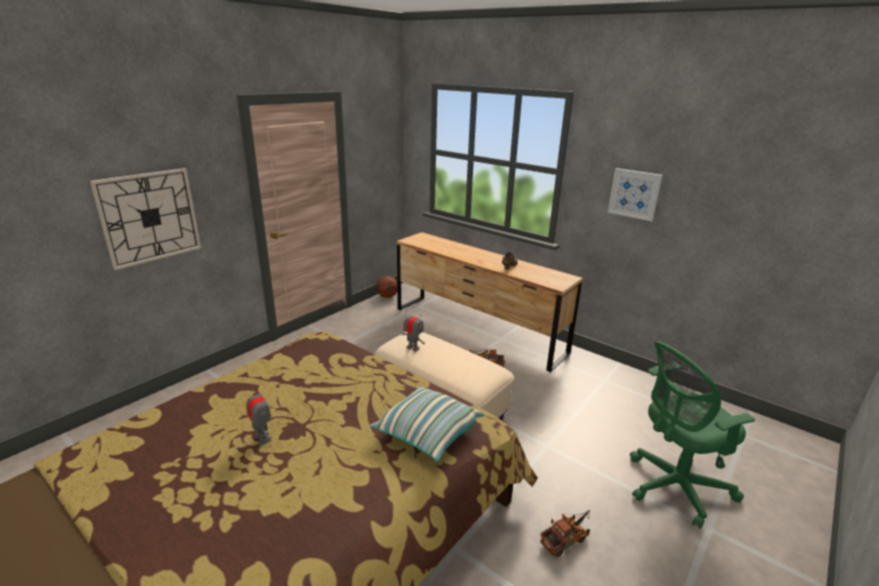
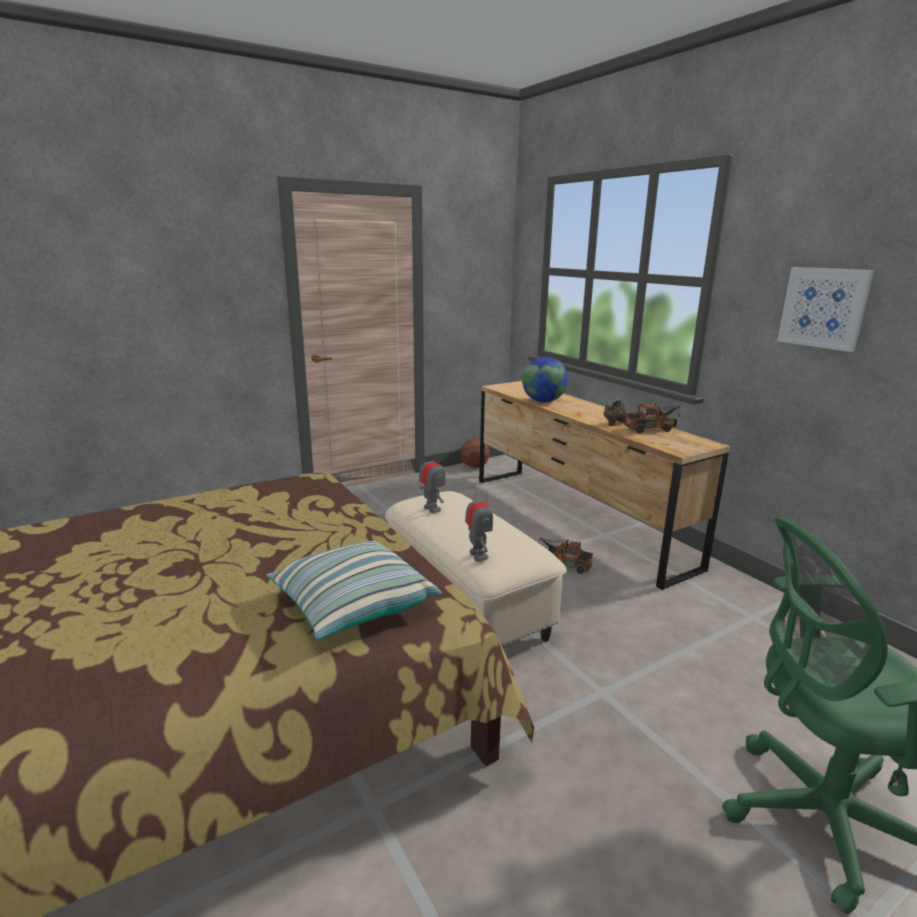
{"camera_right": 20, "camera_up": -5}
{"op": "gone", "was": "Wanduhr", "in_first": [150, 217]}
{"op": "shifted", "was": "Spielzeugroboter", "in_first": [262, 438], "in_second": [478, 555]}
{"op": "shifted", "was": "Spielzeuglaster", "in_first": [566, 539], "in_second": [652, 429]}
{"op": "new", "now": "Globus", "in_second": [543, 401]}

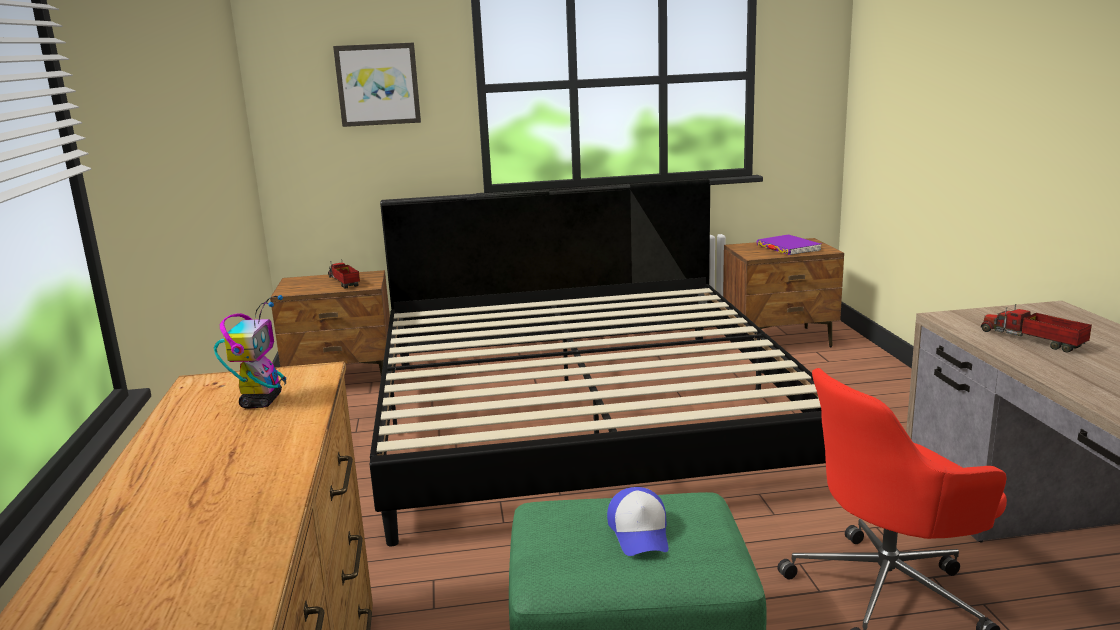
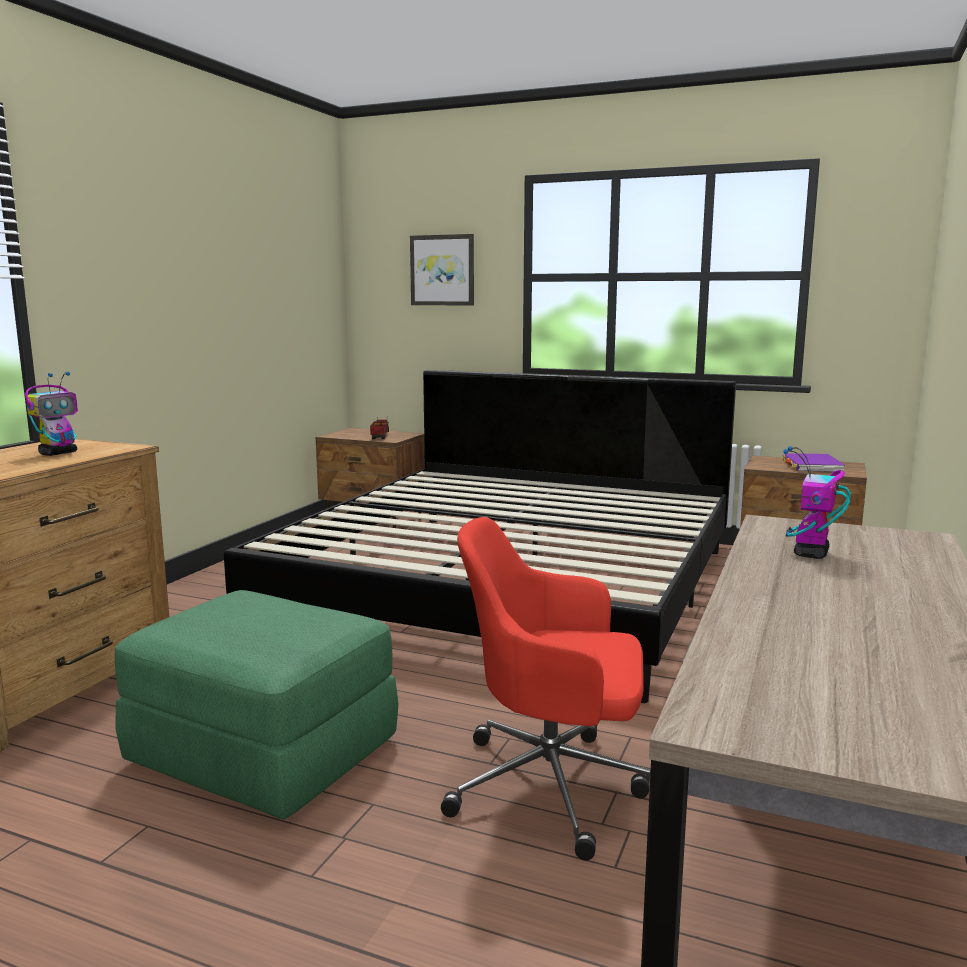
{"camera_right": 30, "camera_up": -5}
{"op": "swapped", "was": "Spielzeuglaster", "now": "Spielzeugroboter", "in_first": [1034, 340], "in_second": [811, 554]}
{"op": "gone", "was": "Kappe", "in_first": [640, 533]}

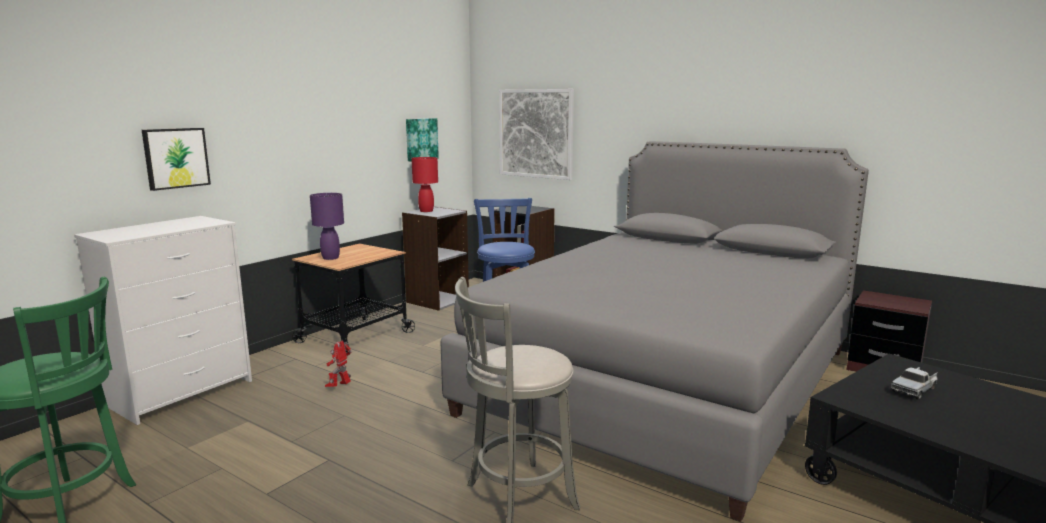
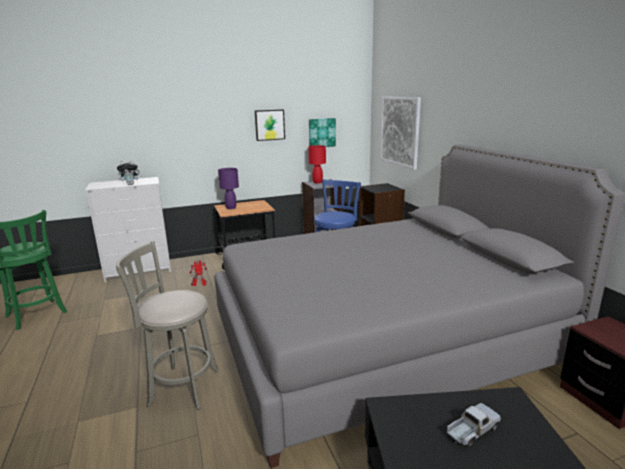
{"camera_right": 35, "camera_up": 5}
{"op": "shifted", "was": "Bild", "in_first": [176, 158], "in_second": [269, 125]}
{"op": "rotated", "was": "Spielzeuglaster", "in_first": [914, 389], "in_second": [471, 430], "clockwise": 150}
{"op": "new", "now": "Plüschtier", "in_second": [131, 184]}

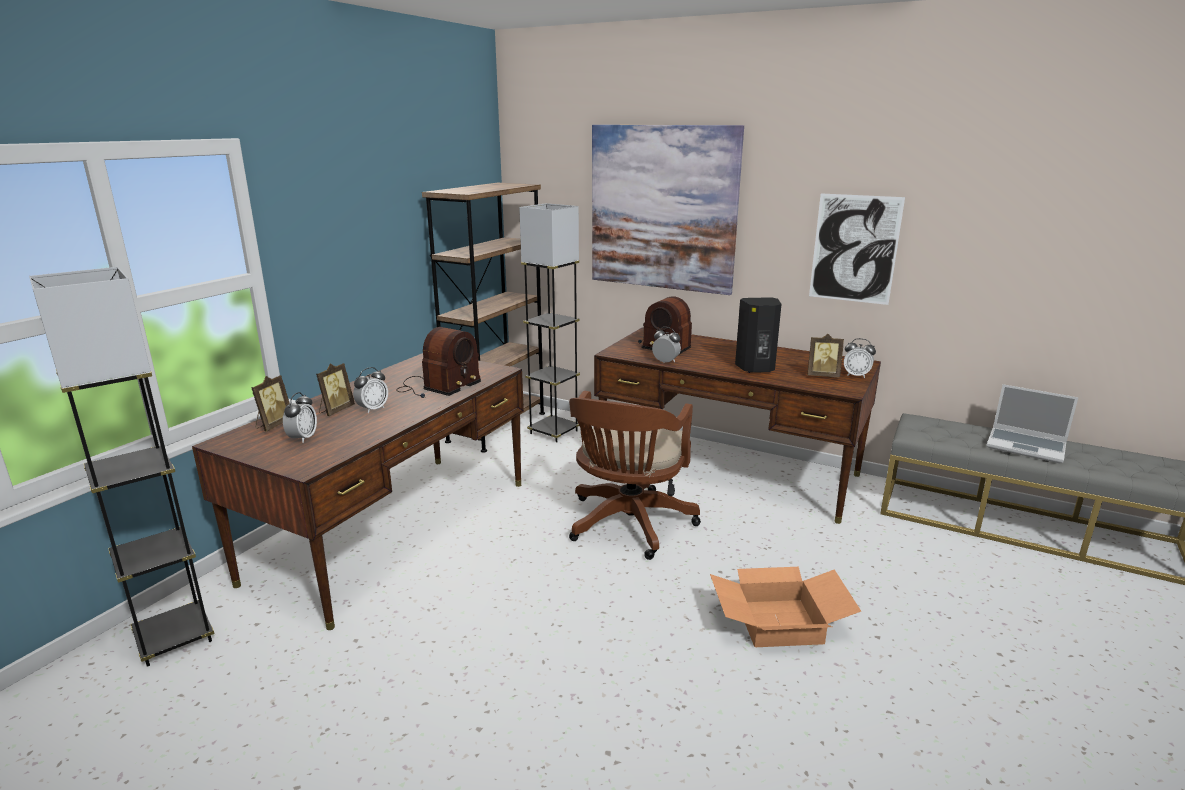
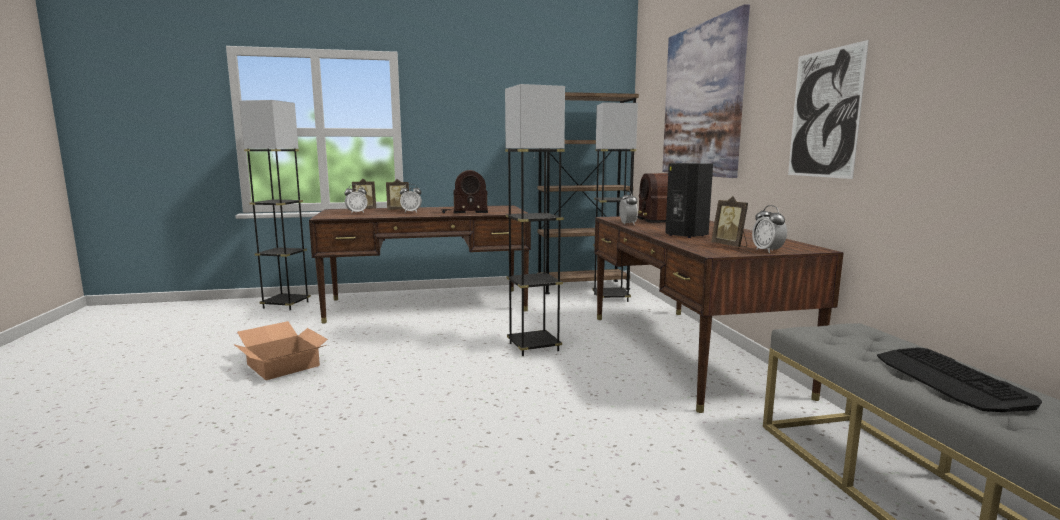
{"camera_right": 50, "camera_up": -10}
{"op": "swapped", "was": "Laptop", "now": "Tastatur", "in_first": [1027, 446], "in_second": [950, 380]}
{"op": "swapped", "was": "Bürostuhl [braun]", "now": "Stehlampe [grau]", "in_first": [628, 526], "in_second": [533, 347]}
{"op": "shifted", "was": "Karton", "in_first": [778, 623], "in_second": [282, 365]}

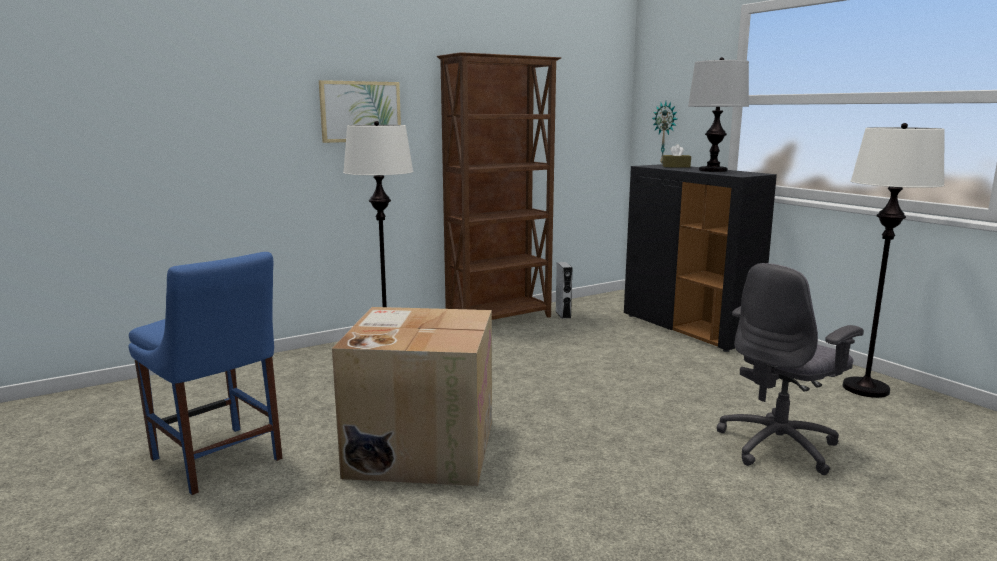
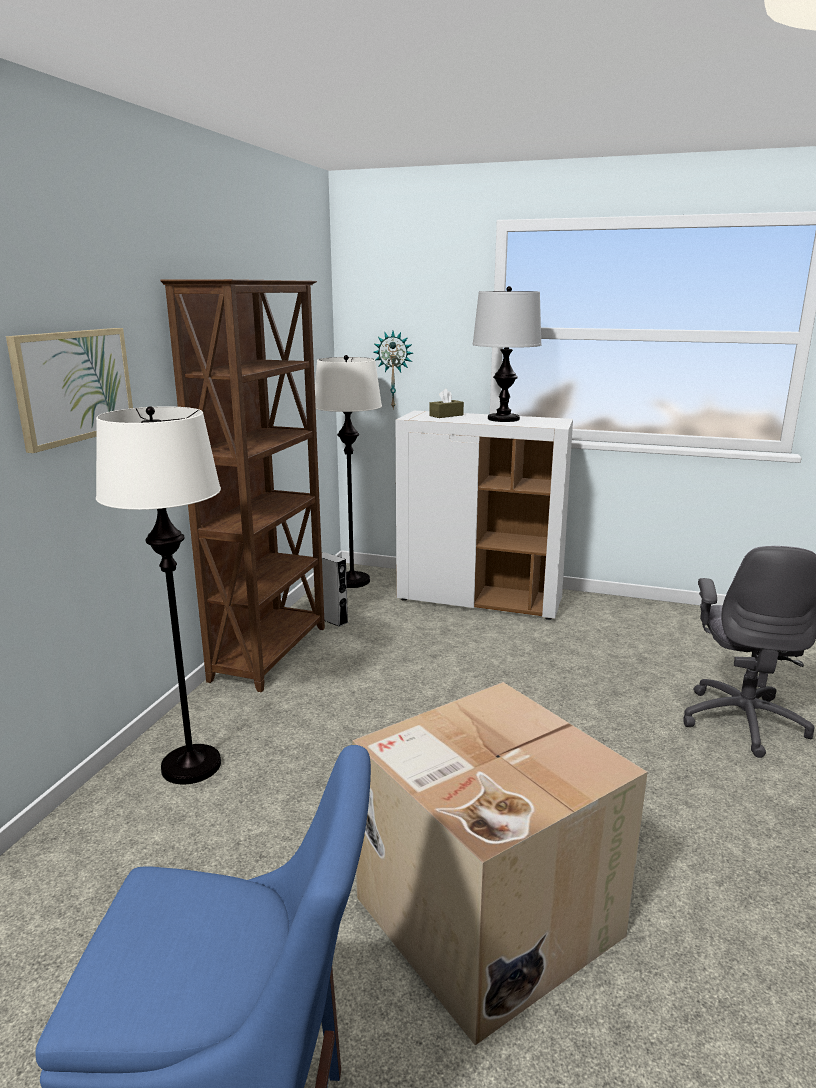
{"camera_right": -40, "camera_up": 5}
{"op": "shifted", "was": "Stehlampe [weiß]", "in_first": [866, 389], "in_second": [352, 581]}
{"op": "repainted", "was": "Schrank [schwarz]", "now": "Schrank [weiß]", "in_first": [688, 329], "in_second": [480, 600]}

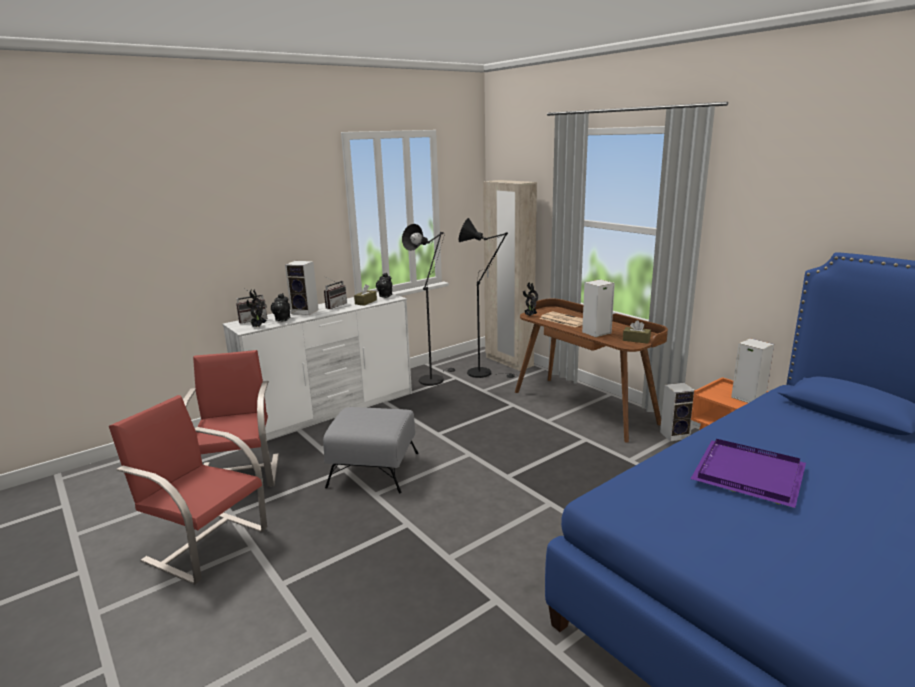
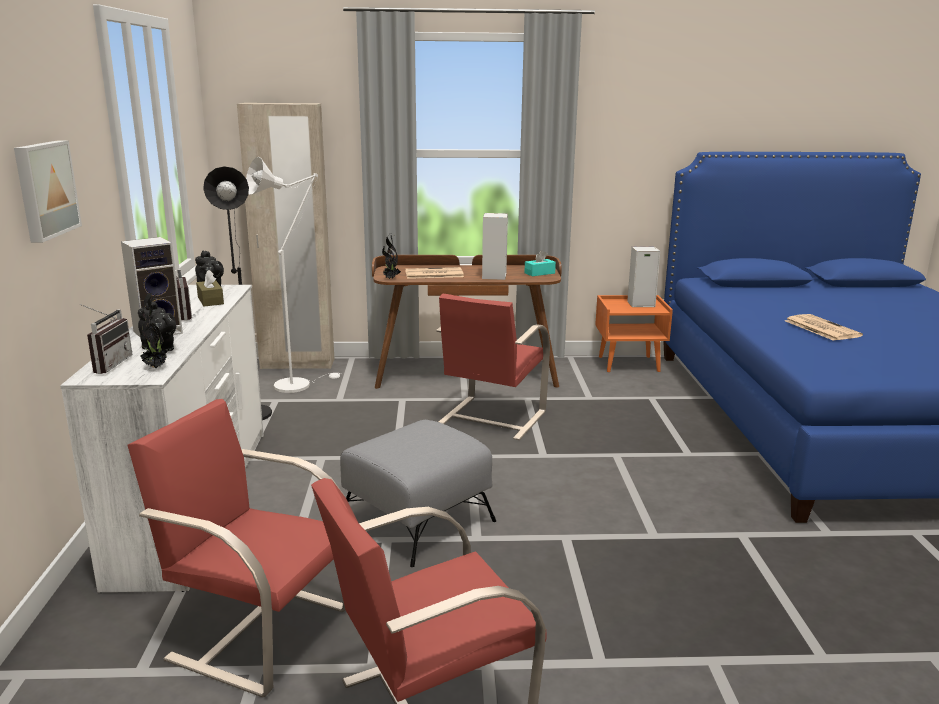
{"camera_right": -55, "camera_up": 0}
{"op": "repainted", "was": "Stehlampe [schwarz]", "now": "Stehlampe [weiß]", "in_first": [484, 373], "in_second": [298, 384]}
{"op": "repainted", "was": "Taschentuchbox [braun]", "now": "Taschentuchbox [türkis]", "in_first": [636, 340], "in_second": [539, 273]}
{"op": "gone", "was": "Lautsprecher", "in_first": [675, 435]}
{"op": "swapped", "was": "Tablett [lila]", "now": "Zeitung", "in_first": [747, 473], "in_second": [820, 328]}
{"op": "new", "now": "Bild", "in_second": [44, 189]}
{"op": "new", "now": "Stuhl [rot]", "in_second": [491, 418]}

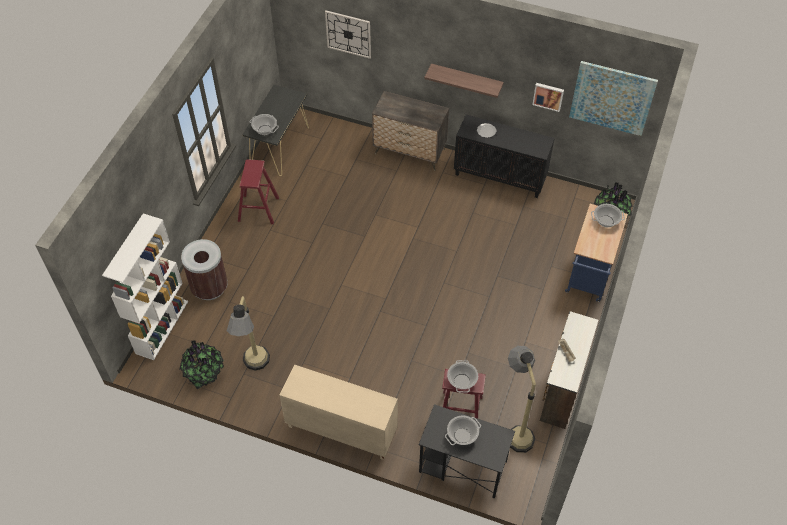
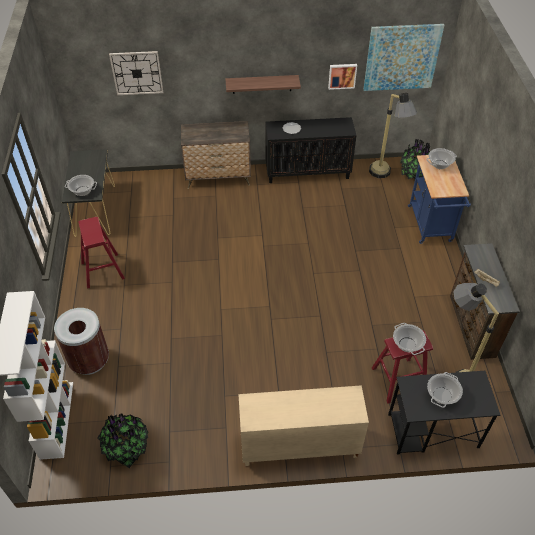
{"camera_right": -25, "camera_up": -5}
{"op": "shifted", "was": "Stehlampe", "in_first": [255, 369], "in_second": [385, 177]}

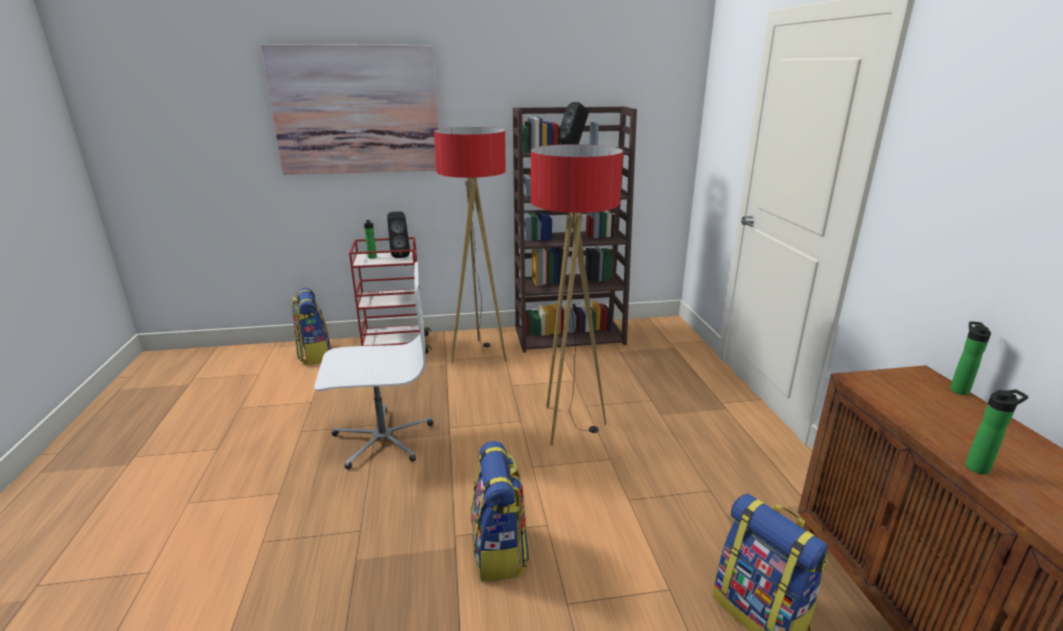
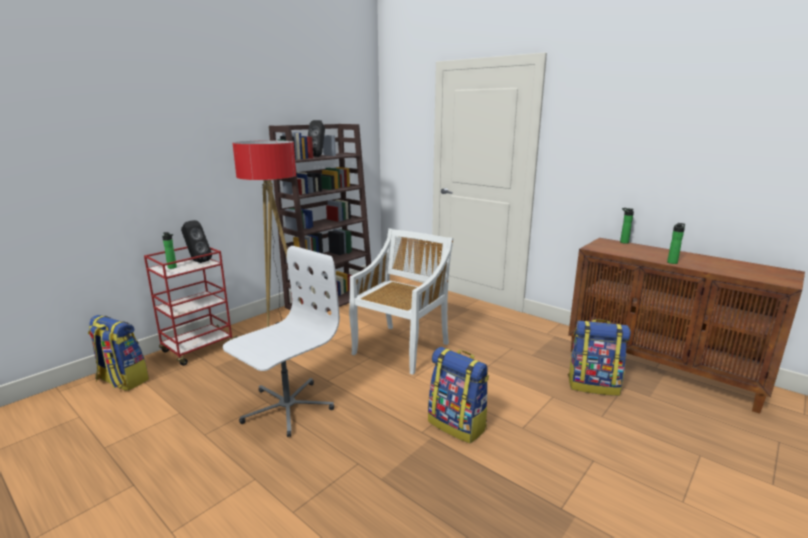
{"camera_right": -40, "camera_up": -5}
{"op": "gone", "was": "Bild", "in_first": [357, 110]}
{"op": "swapped", "was": "Stehlampe", "now": "Stuhl [weiß]", "in_first": [568, 425], "in_second": [401, 348]}

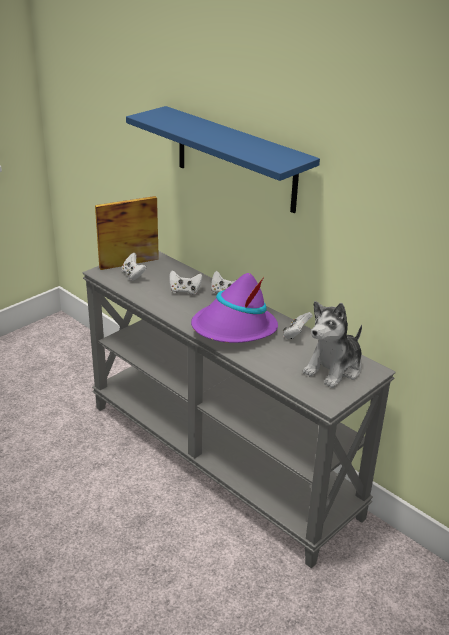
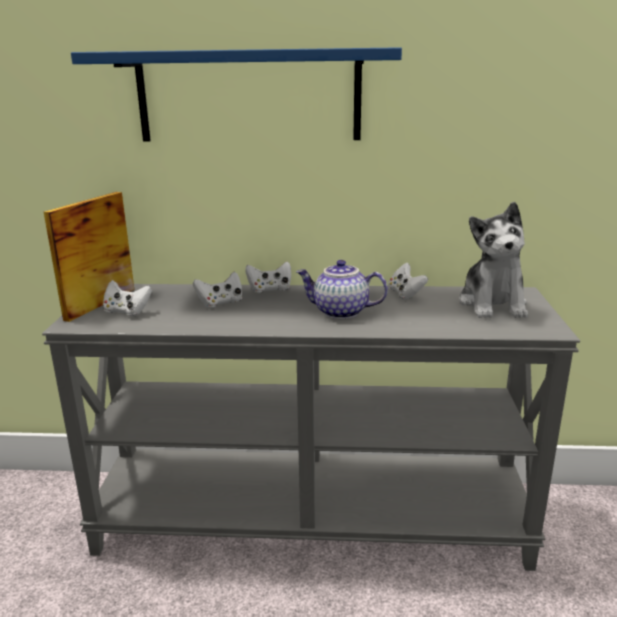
{"camera_right": -40, "camera_up": -10}
{"op": "swapped", "was": "Hut [lila]", "now": "Teekanne", "in_first": [234, 329], "in_second": [340, 312]}

